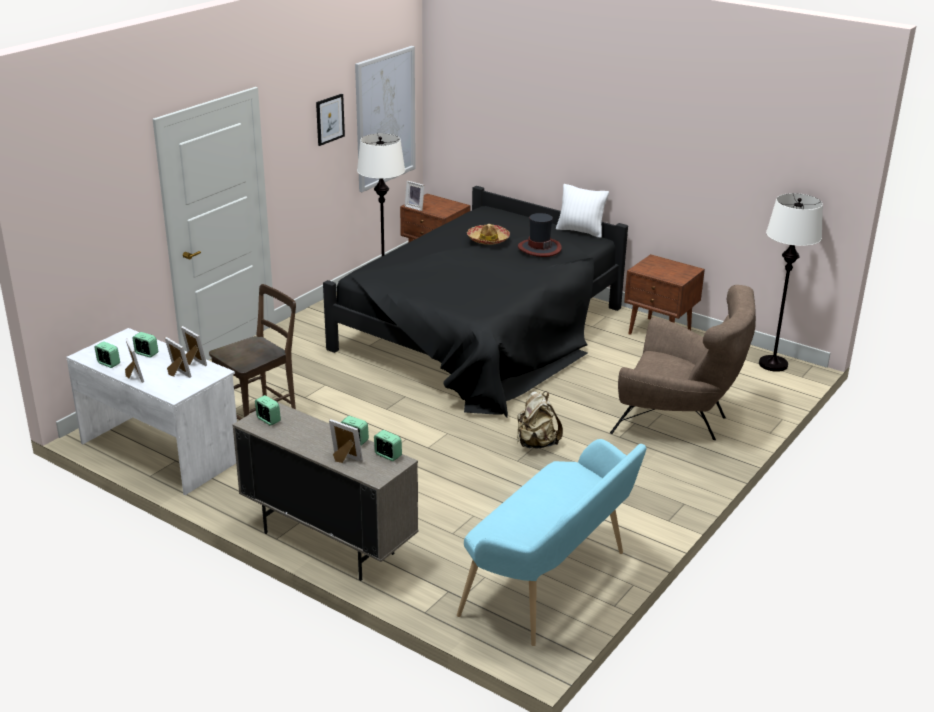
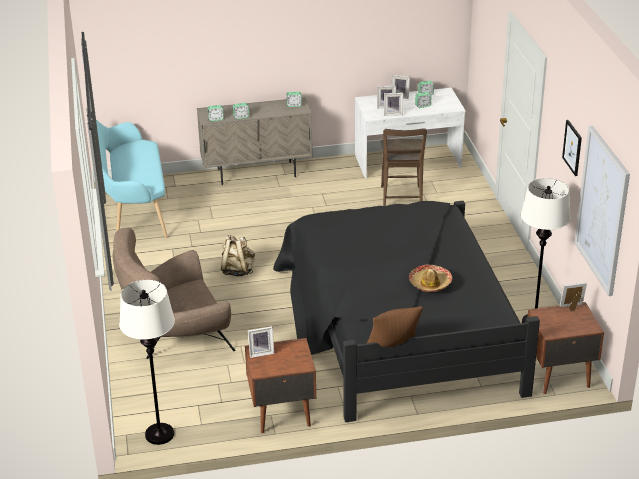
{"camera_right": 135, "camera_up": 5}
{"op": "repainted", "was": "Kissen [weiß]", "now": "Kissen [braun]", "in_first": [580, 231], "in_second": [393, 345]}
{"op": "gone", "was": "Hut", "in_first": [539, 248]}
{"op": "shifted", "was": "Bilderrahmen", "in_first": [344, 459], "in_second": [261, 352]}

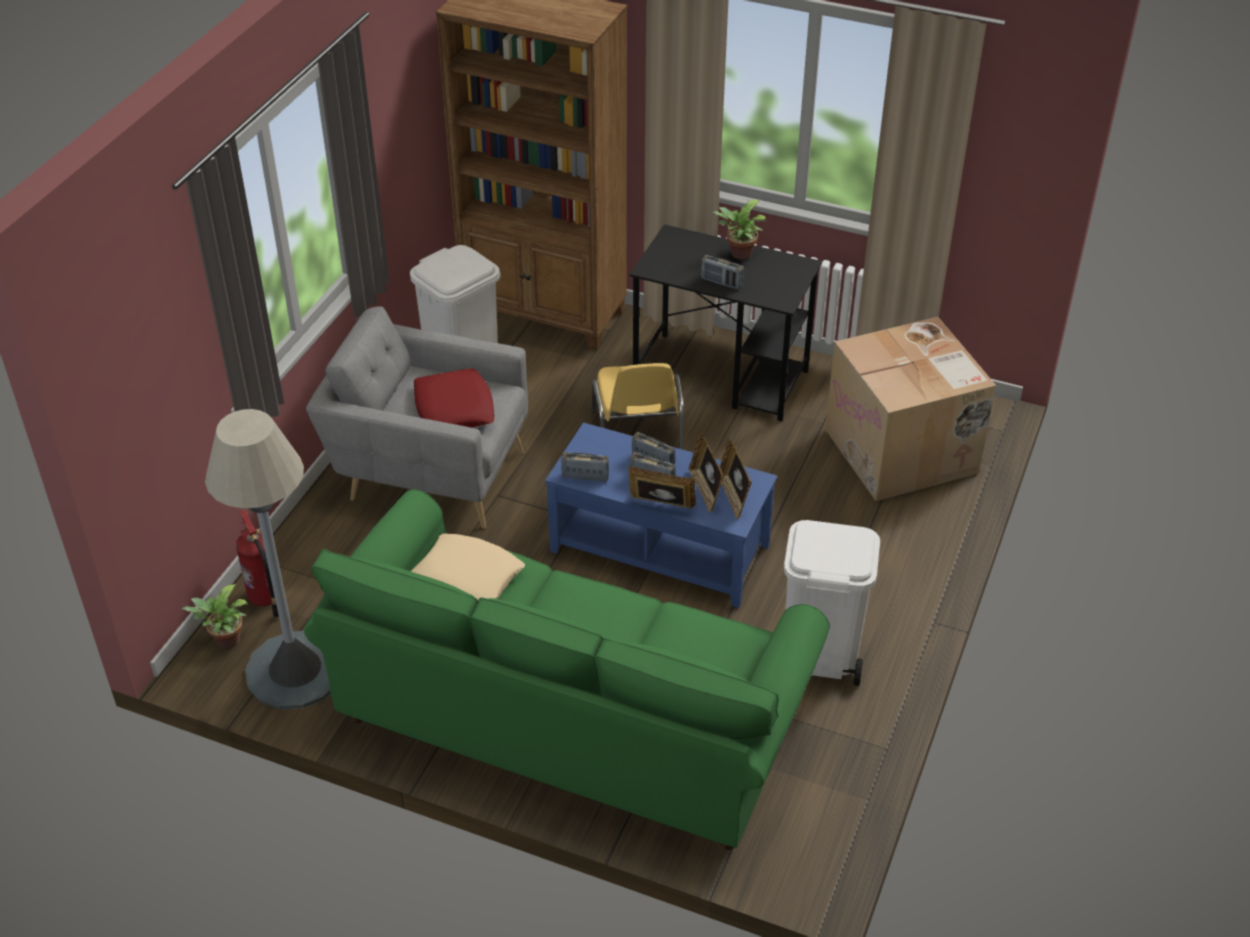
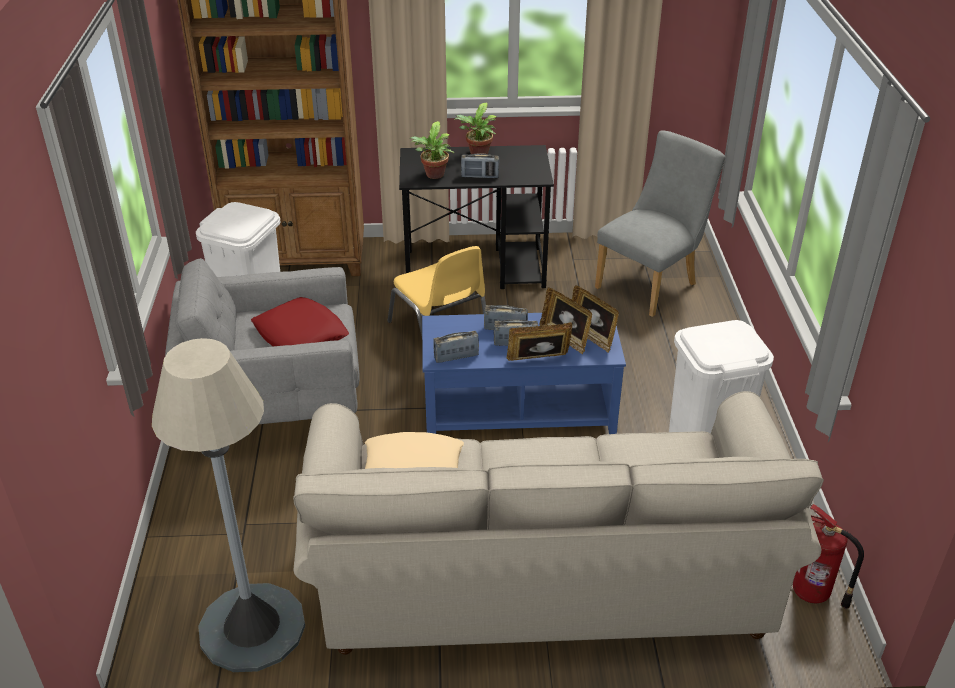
{"camera_right": -25, "camera_up": -5}
{"op": "swapped", "was": "Karton", "now": "Stuhl [grau]", "in_first": [903, 451], "in_second": [651, 284]}
{"op": "repainted", "was": "Sofa [grün]", "now": "Sofa [beige]", "in_first": [570, 718], "in_second": [542, 575]}
{"op": "shifted", "was": "Feuerlöscher", "in_first": [266, 598], "in_second": [813, 593]}
{"op": "shifted", "was": "Topfpflanze", "in_first": [225, 642], "in_second": [434, 176]}

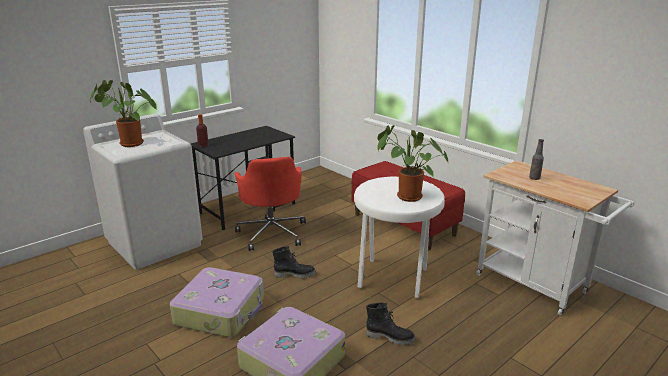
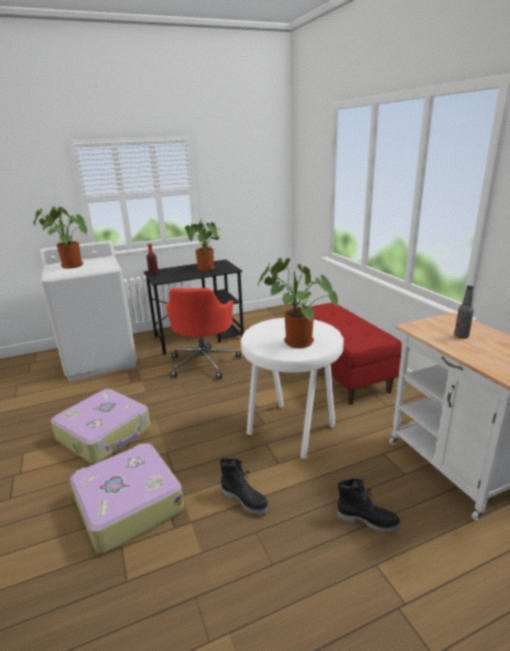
{"camera_right": 20, "camera_up": 0}
{"op": "shifted", "was": "Stiefel [schwarz]", "in_first": [294, 274], "in_second": [367, 520]}
{"op": "new", "now": "Topfpflanze", "in_second": [207, 269]}

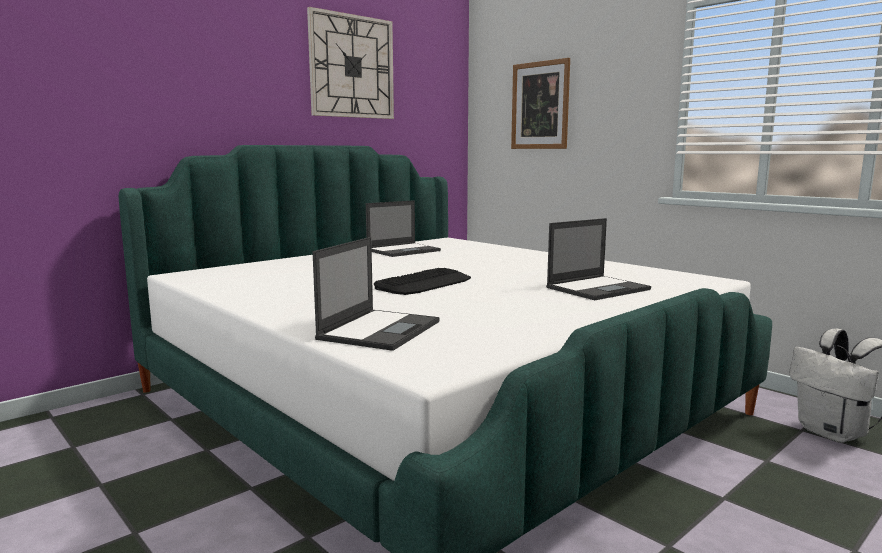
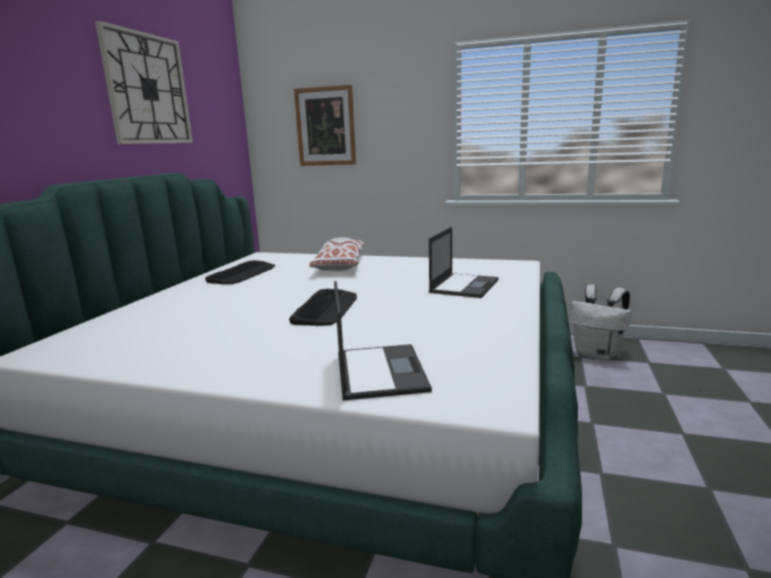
{"camera_right": -30, "camera_up": 5}
{"op": "swapped", "was": "Laptop", "now": "Tastatur", "in_first": [404, 250], "in_second": [242, 273]}
{"op": "new", "now": "Kissen [weiß]", "in_second": [340, 265]}

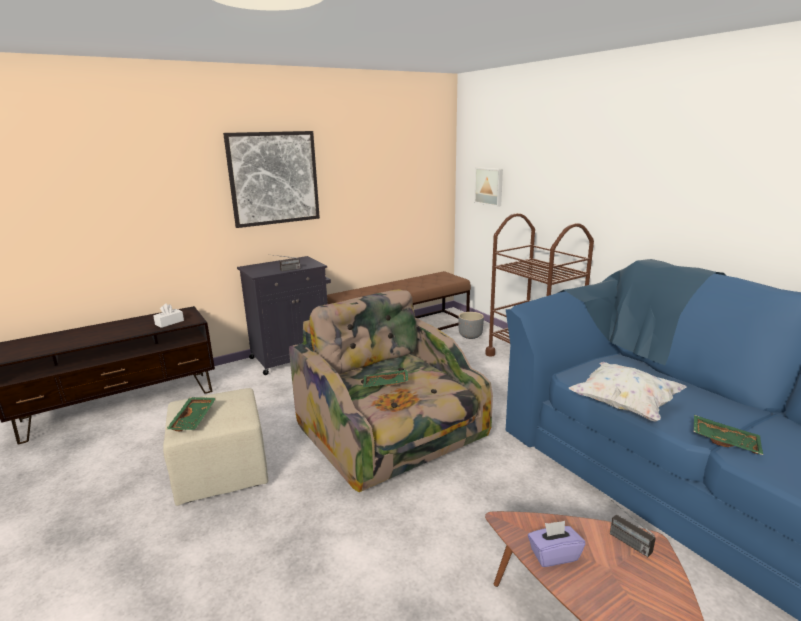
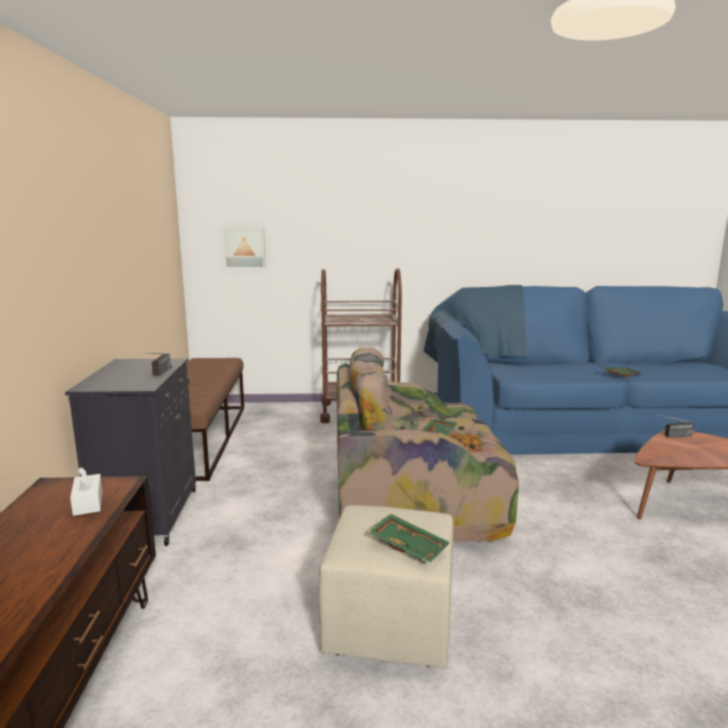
{"camera_right": -60, "camera_up": -5}
{"op": "gone", "was": "Bild", "in_first": [274, 178]}
{"op": "gone", "was": "Pflanzkübel [grau]", "in_first": [470, 336]}
{"op": "gone", "was": "Kissen [weiß]", "in_first": [624, 405]}
{"op": "gone", "was": "Taschentuchbox [lila]", "in_first": [553, 555]}

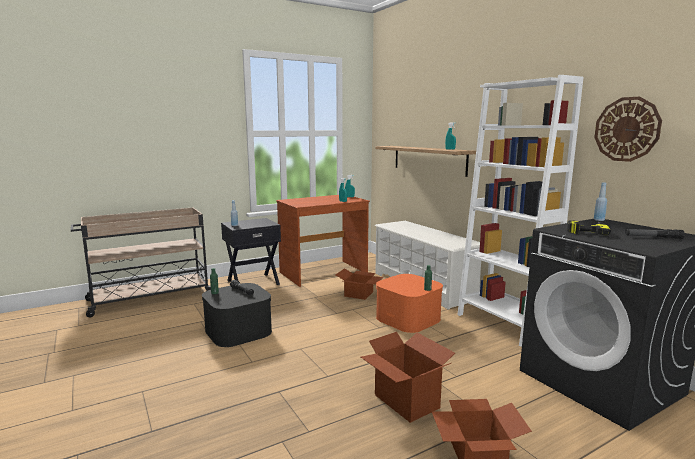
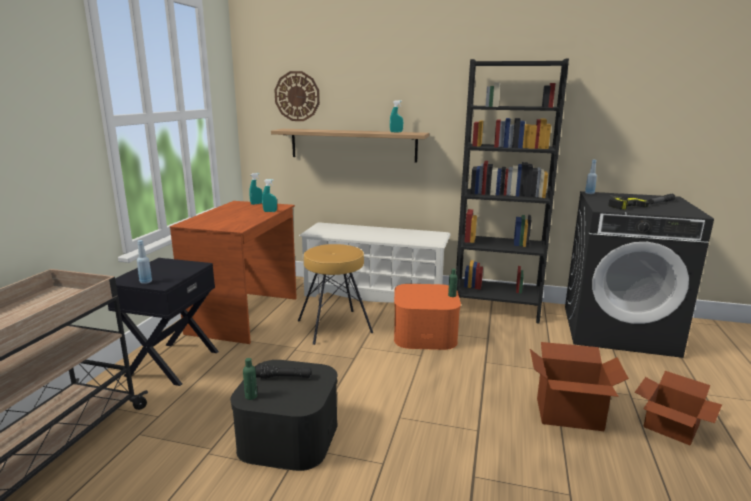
{"camera_right": -45, "camera_up": 5}
{"op": "repainted", "was": "Bücherregal [weiß]", "now": "Bücherregal [schwarz]", "in_first": [503, 324], "in_second": [496, 308]}
{"op": "shifted", "was": "Wanduhr", "in_first": [626, 129], "in_second": [297, 96]}
{"op": "swapped", "was": "Karton", "now": "Hocker [braun]", "in_first": [359, 294], "in_second": [334, 326]}

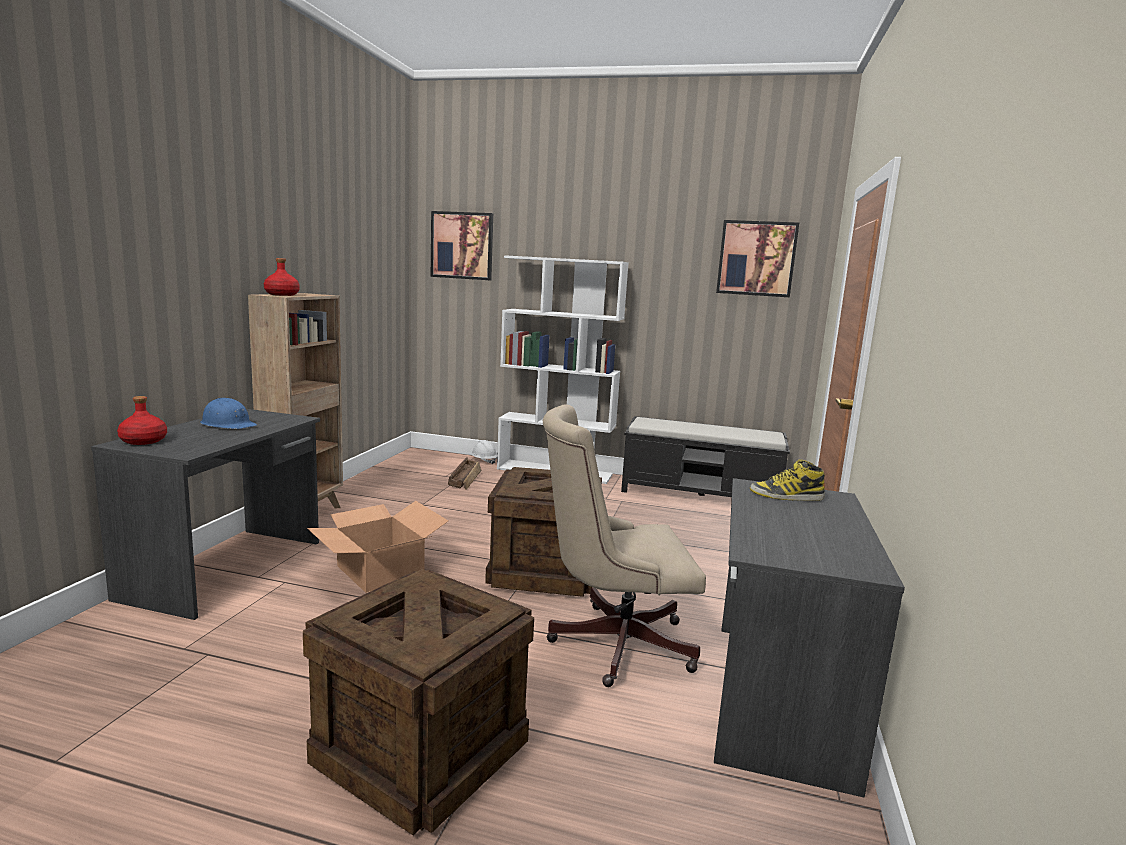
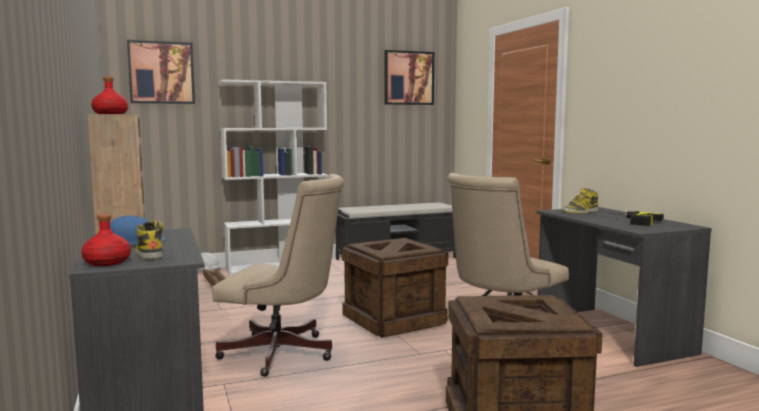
{"camera_right": -35, "camera_up": -5}
{"op": "swapped", "was": "Karton", "now": "Bürostuhl [beige]", "in_first": [379, 571], "in_second": [284, 354]}
{"op": "new", "now": "Bohrmaschine", "in_second": [632, 221]}
{"op": "new", "now": "Stiefel", "in_second": [149, 253]}

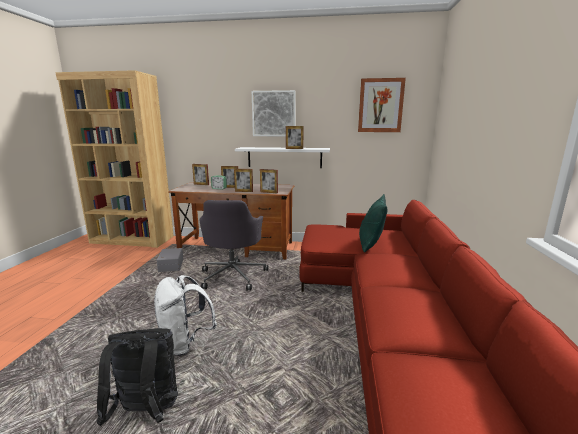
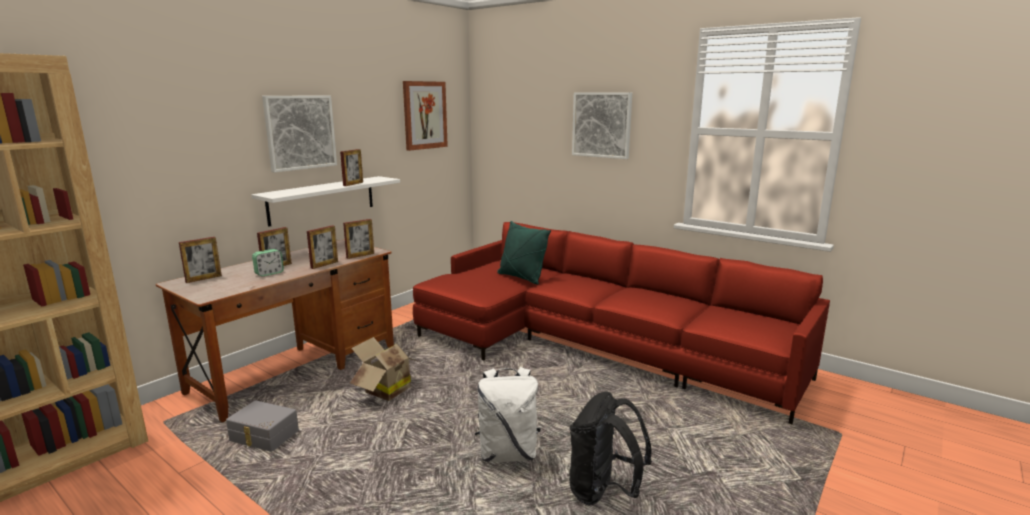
{"camera_right": -60, "camera_up": 0}
{"op": "swapped", "was": "Bürostuhl [grau]", "now": "Karton", "in_first": [233, 275], "in_second": [384, 390]}
{"op": "new", "now": "Bild", "in_second": [601, 125]}

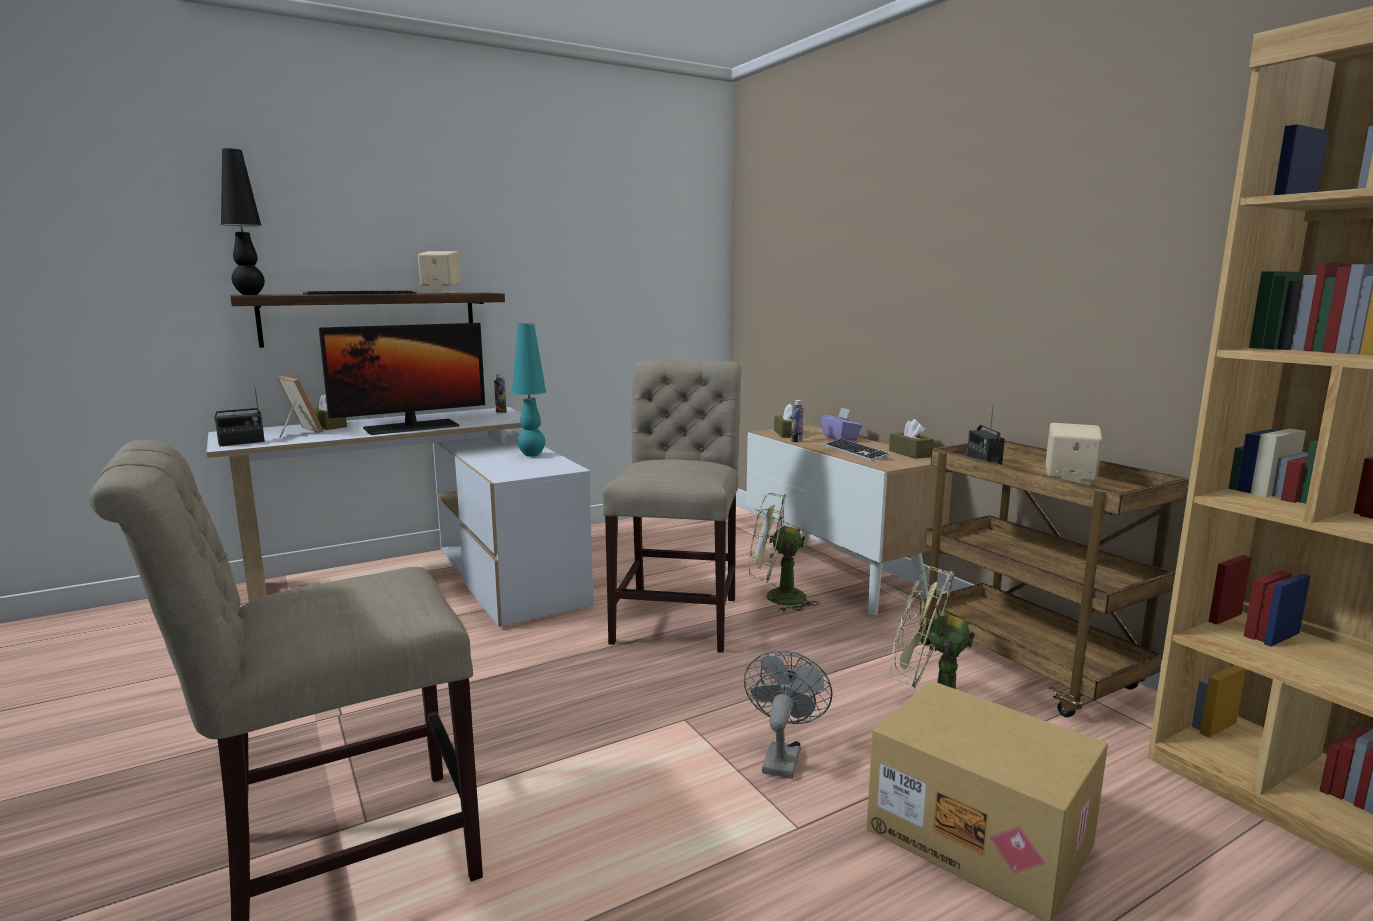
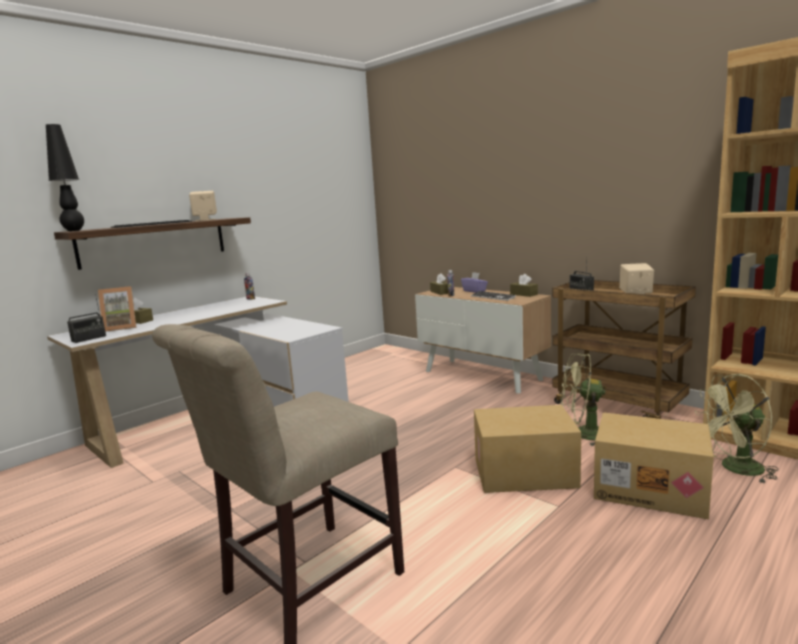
{"camera_right": -15, "camera_up": 0}
{"op": "gone", "was": "Monitor", "in_first": [411, 427]}
{"op": "gone", "was": "Tischlampe [türkis]", "in_first": [532, 455]}
{"op": "gone", "was": "Stuhl [beige]", "in_first": [679, 616]}
{"op": "rotated", "was": "Bilderrahmen", "in_first": [297, 432], "in_second": [121, 327], "clockwise": 135}
{"op": "shifted", "was": "Ventilator [grün]", "in_first": [776, 598], "in_second": [735, 469]}
{"op": "swapped", "was": "Ventilator [grau]", "now": "Karton", "in_first": [782, 756], "in_second": [524, 474]}

